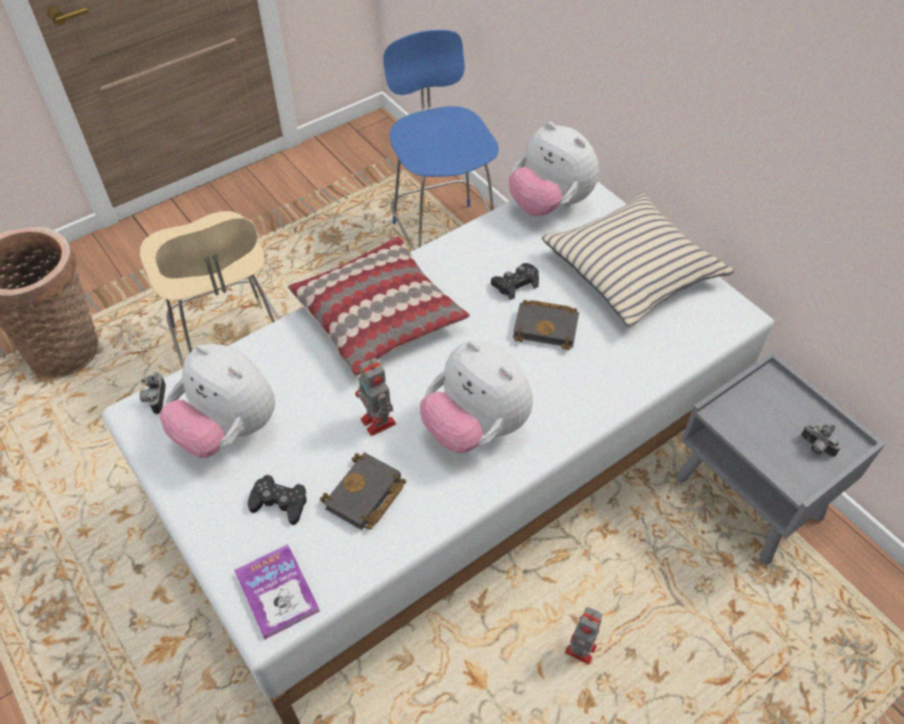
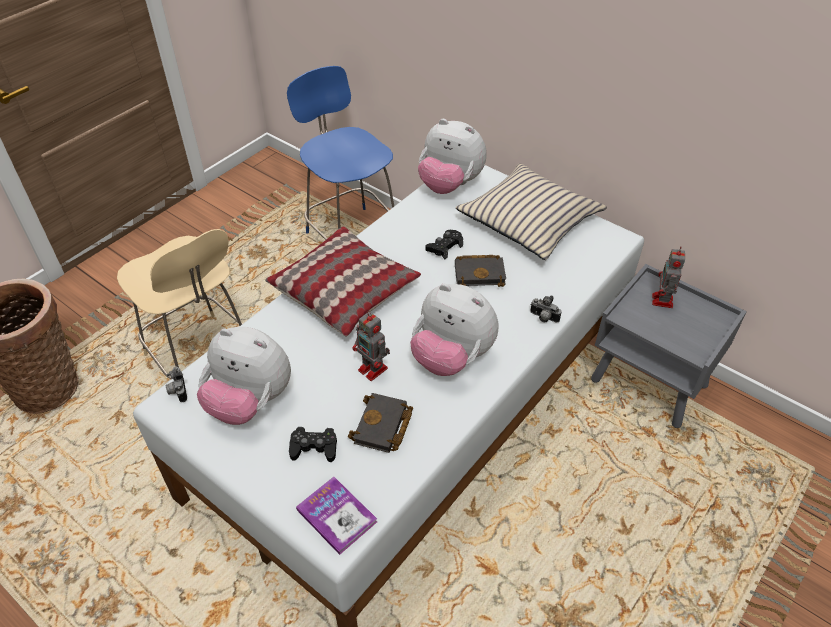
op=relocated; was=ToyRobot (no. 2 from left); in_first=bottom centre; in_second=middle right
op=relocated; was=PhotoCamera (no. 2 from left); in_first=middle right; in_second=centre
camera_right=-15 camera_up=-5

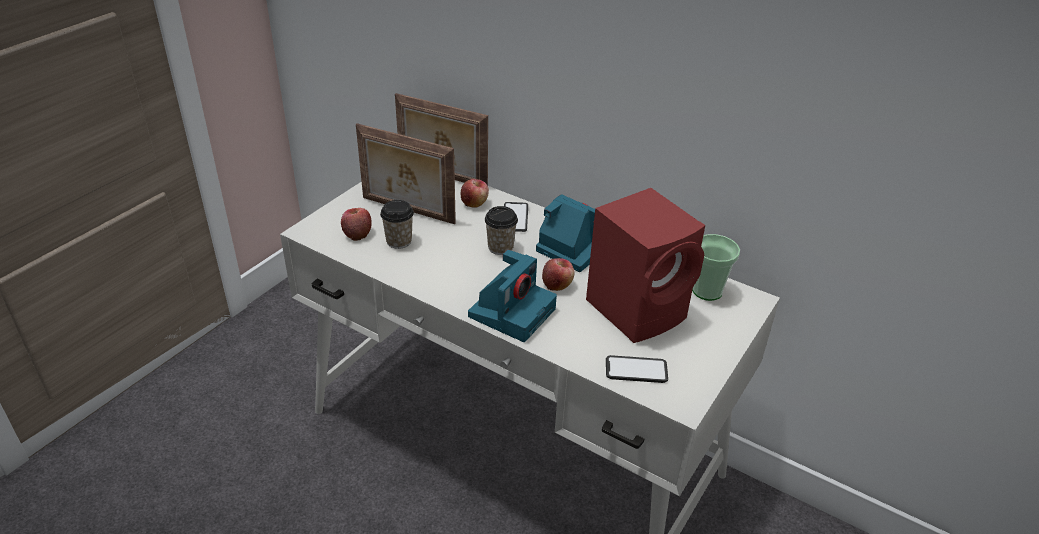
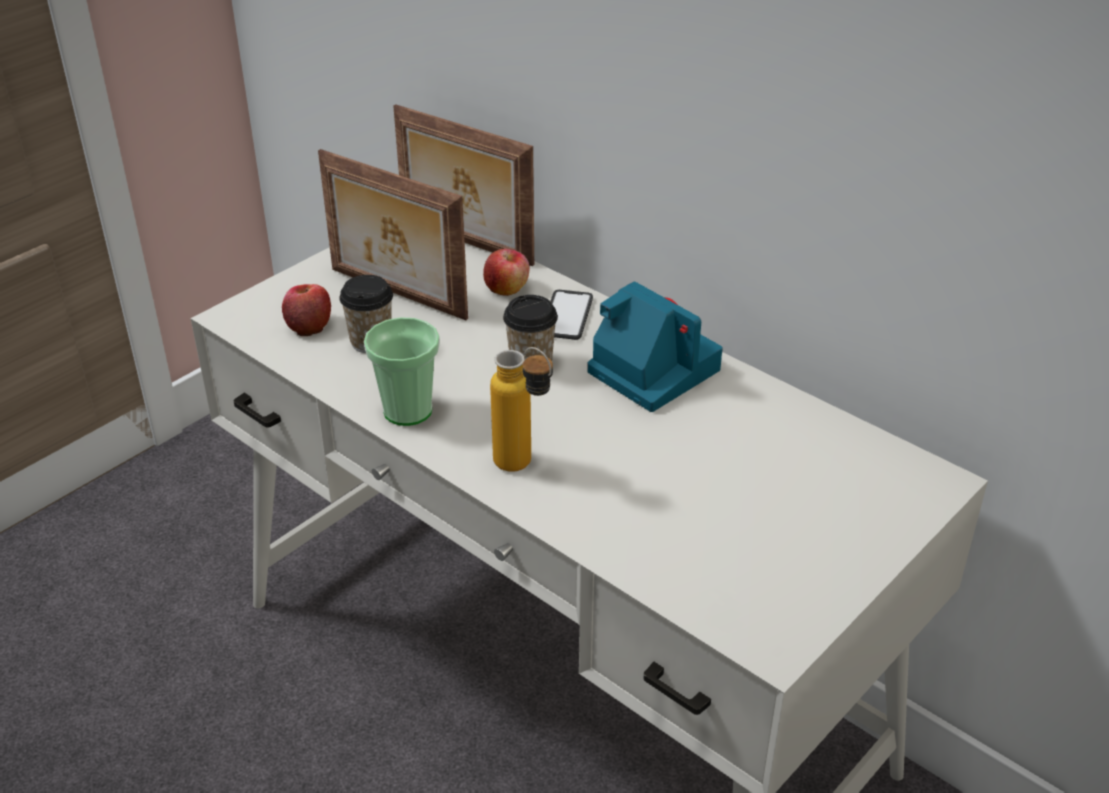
op=missing; was=Apple (no. 3 from left); in_first=centre
op=missing; was=RedSpeaker; in_first=centre
op=missing; was=Phone (no. 2 from left); in_first=bottom centre
op=relocated; was=Cup (no. 3 from left in the first image); now=Cup (no. 2 from left); in_first=middle right; in_second=centre
op=exchanged; was=PhotoCamera (no. 1 from left); now=Bottle; in_first=centre; in_second=centre
camera_right=10 camera_up=0

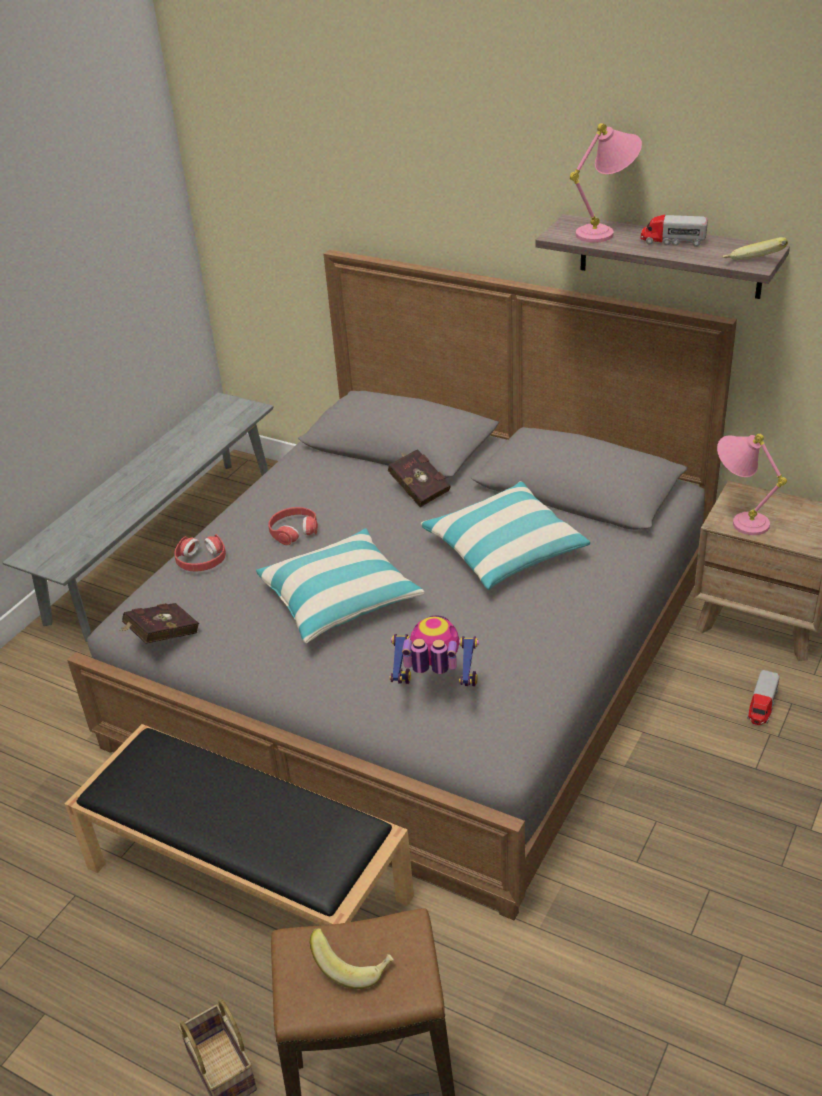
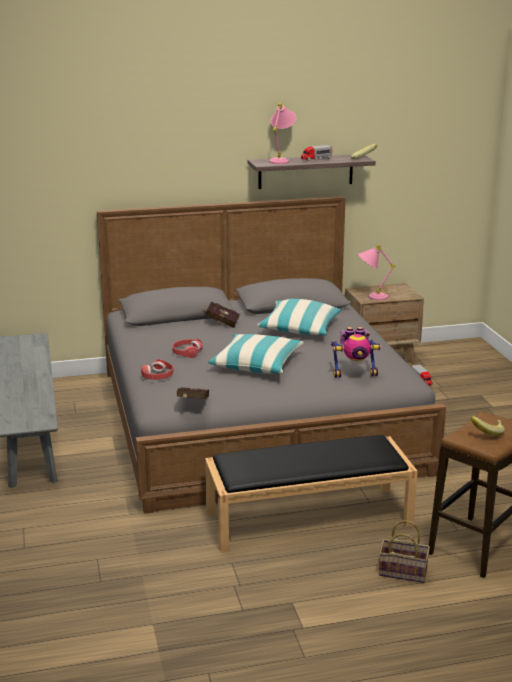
op=spun; was=ToyRobot; in_first=centre; in_second=middle right; clockwise=-150
camera_right=-45 camera_up=-15

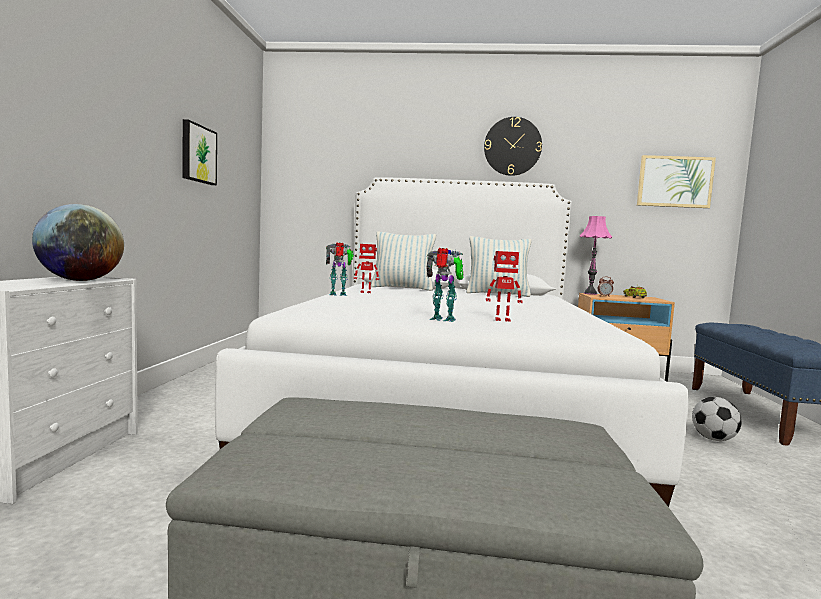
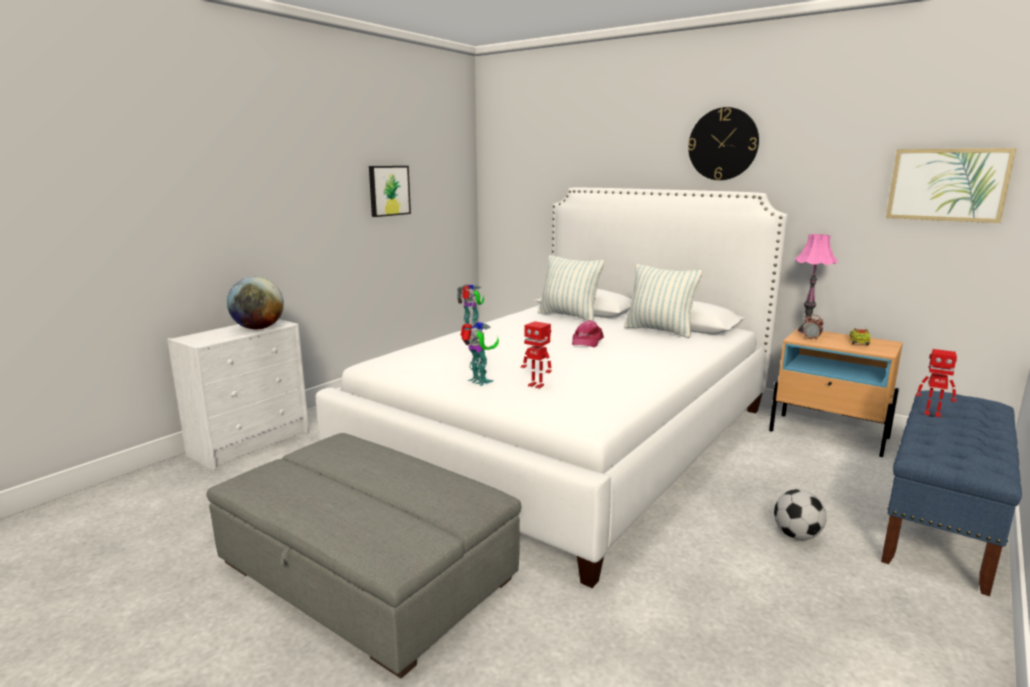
op=appeared; now=PinkCap; in_second=centre
op=relocated; was=ToyRobot (no. 2 from left in the first image); now=ToyRobot (no. 4 from left); in_first=centre; in_second=middle right
camera_right=30 camera_up=10

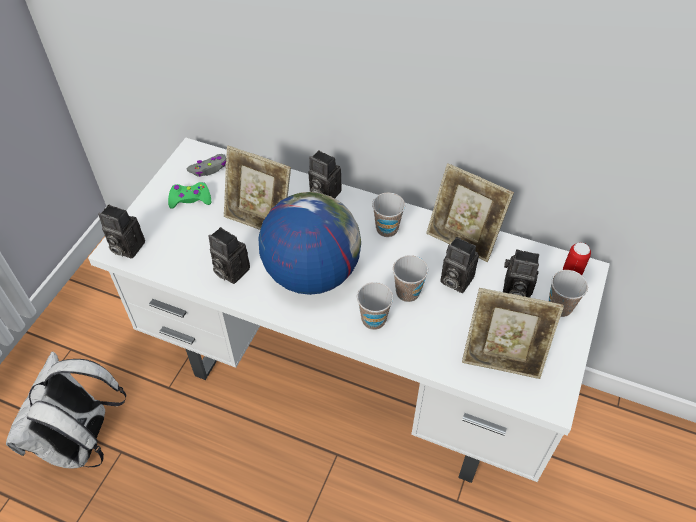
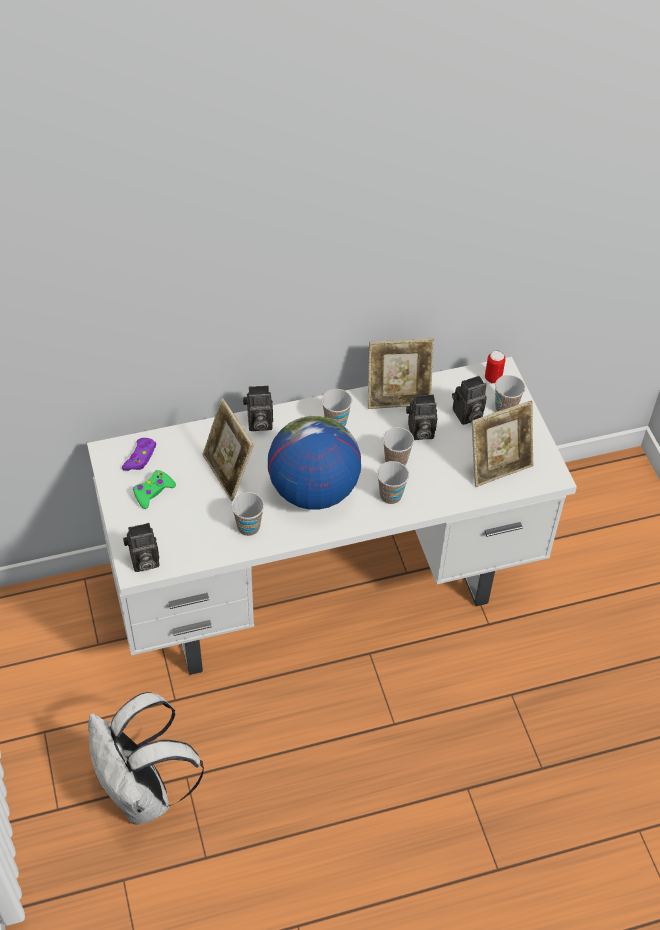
op=exchanged; was=PhotoCamera (no. 2 from left); now=Cup (no. 1 from left); in_first=middle left; in_second=centre
op=colour; was=GreyGameController; now=PurpleGameController; in_first=top left; in_second=middle left
op=spun; was=PictureFrame (no. 1 from left); in_first=centre; in_second=centre; clockwise=75
camera_right=-40 camera_up=0

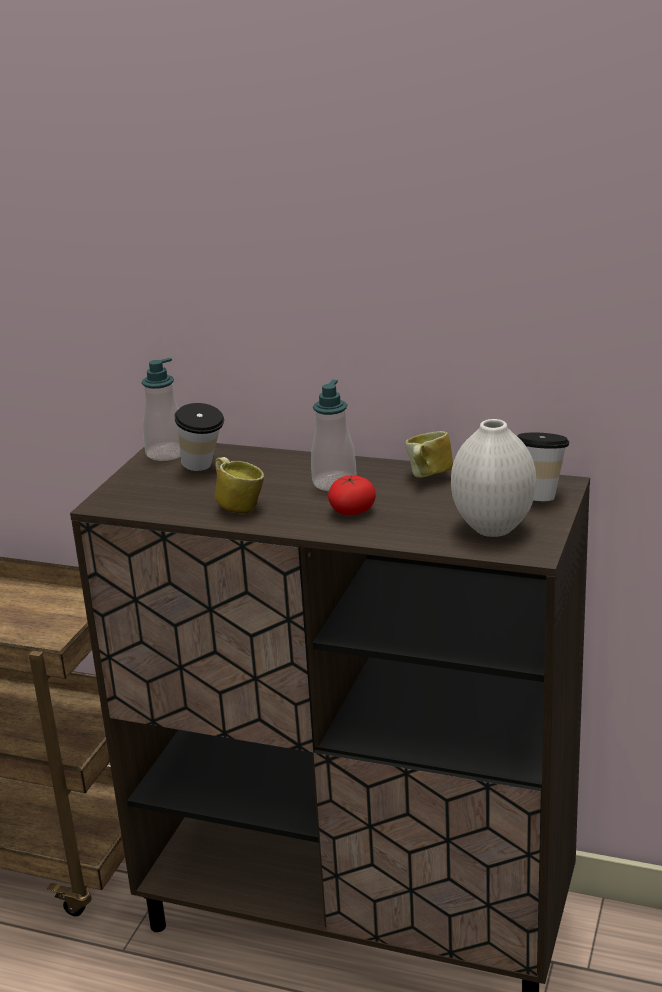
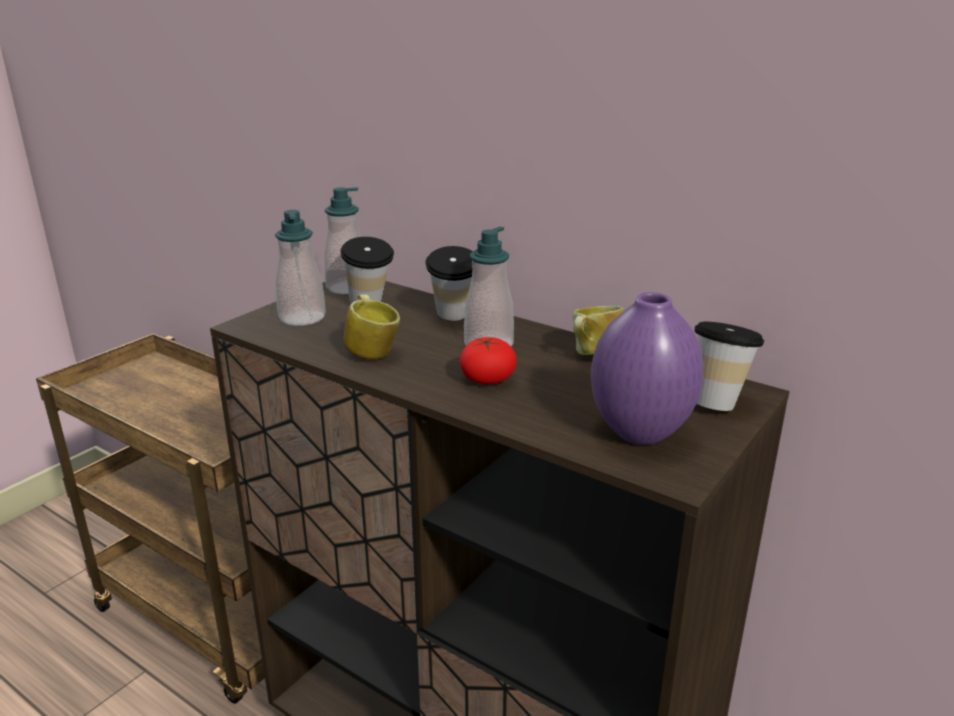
op=appeared; now=SoapDispenser (no. 1 from left); in_second=middle left
op=appeared; now=Cup (no. 2 from left); in_second=centre
op=colour; was=WhiteVase; now=PurpleVase; in_first=middle right; in_second=middle right
camera_right=15 camera_up=0

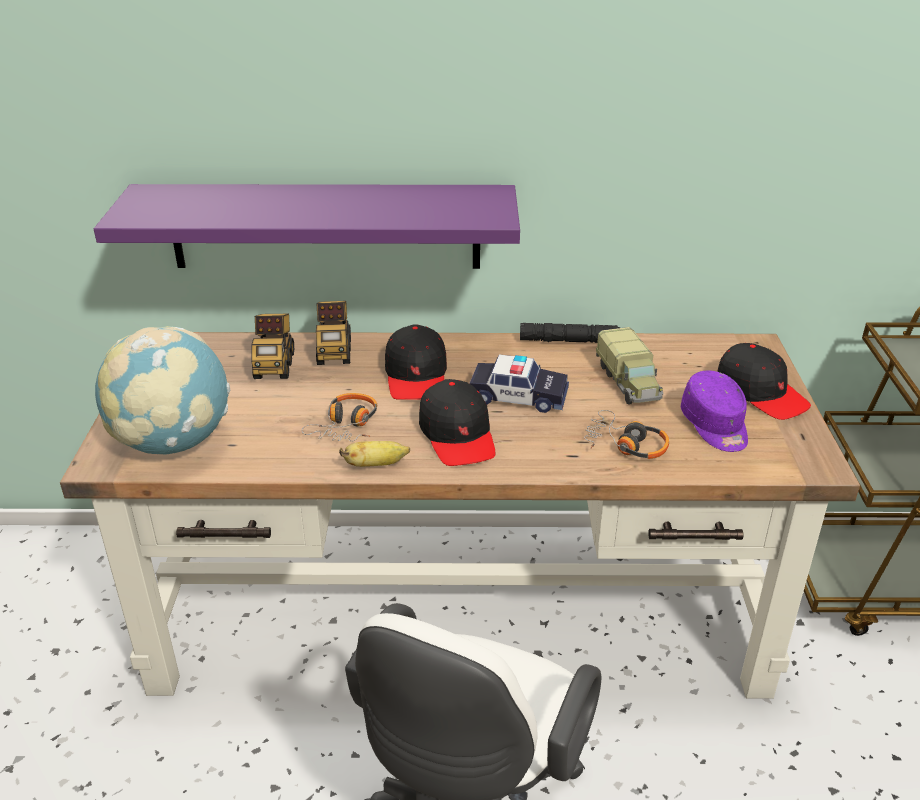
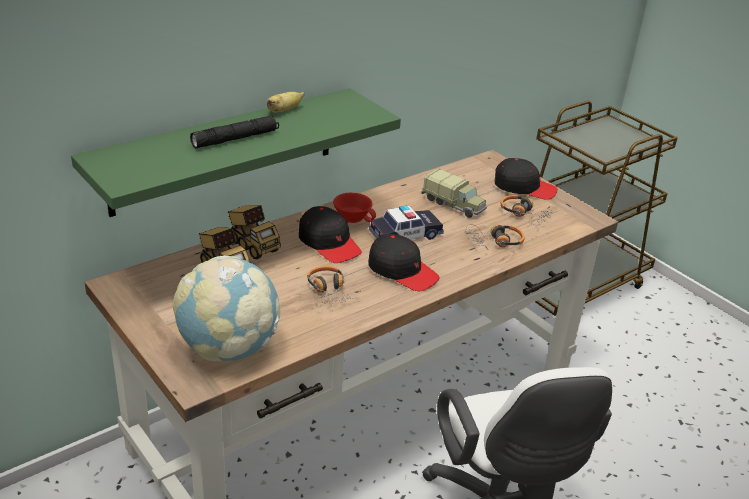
op=appeared; now=RedCup; in_second=centre
op=relocated; was=Banana; in_first=centre; in_second=top centre
op=relocated; was=BlackFlashlight; in_first=centre; in_second=top left
op=exchanged; was=PurpleCap; now=Headphones (no. 3 from left); in_first=middle right; in_second=middle right
op=colour; was=PurpleShelf; now=GreenShelf; in_first=top centre; in_second=top left
camera_right=-40 camera_up=0

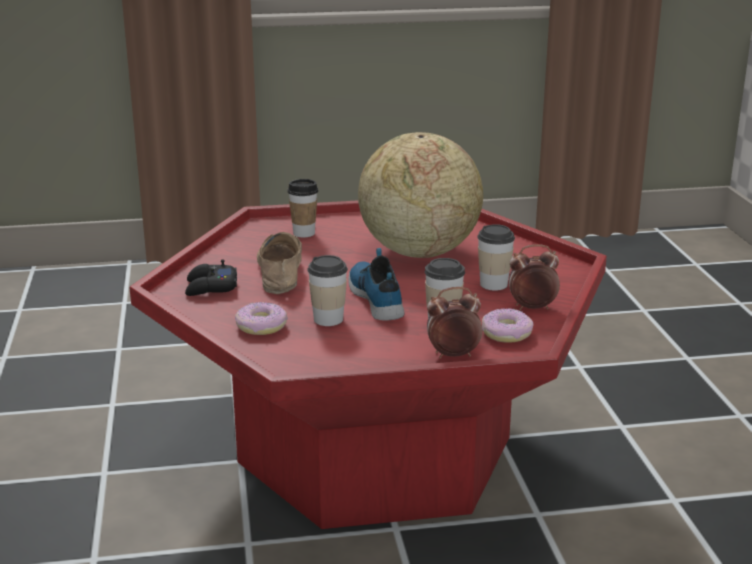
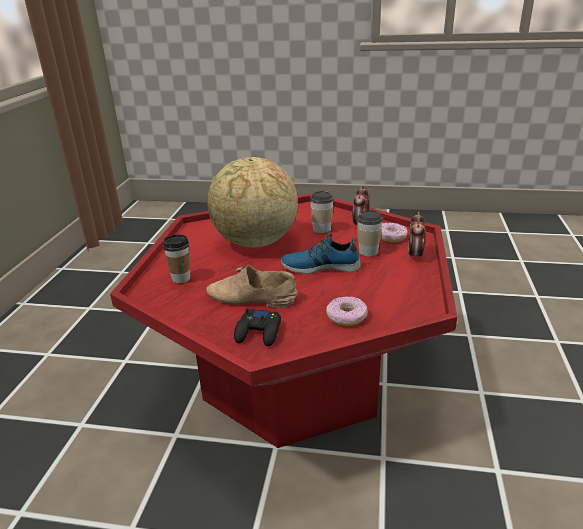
op=missing; was=Cup (no. 2 from left); in_first=centre
camera_right=-70 camera_up=5

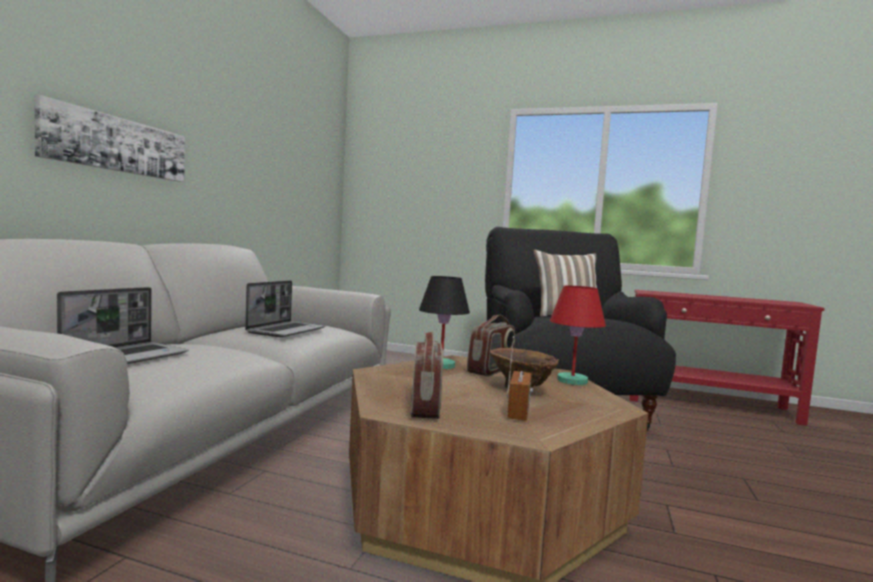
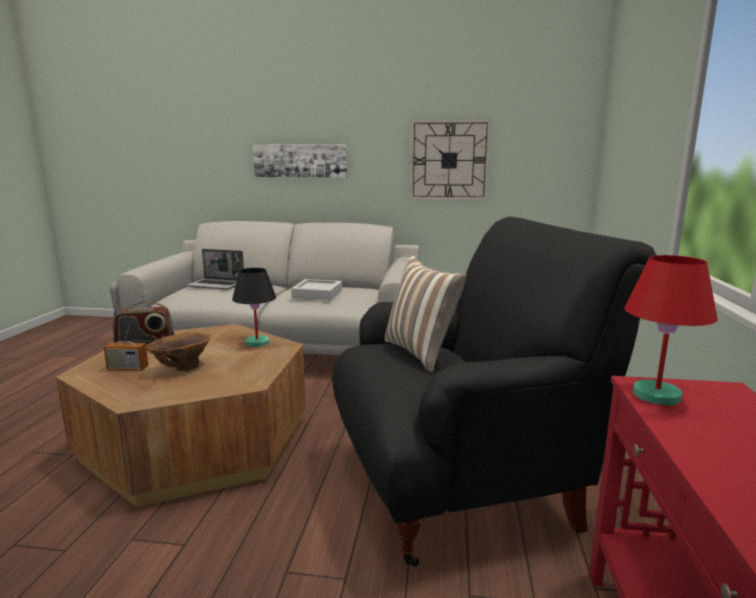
op=missing; was=Radio (no. 2 from left); in_first=centre
op=appeared; now=WallClock; in_second=top centre
op=relocated; was=RedTableLamp; in_first=centre; in_second=middle right
op=exchanged; was=Laptop (no. 2 from left); now=GreyTray; in_first=middle left; in_second=centre
camera_right=80 camera_up=10

